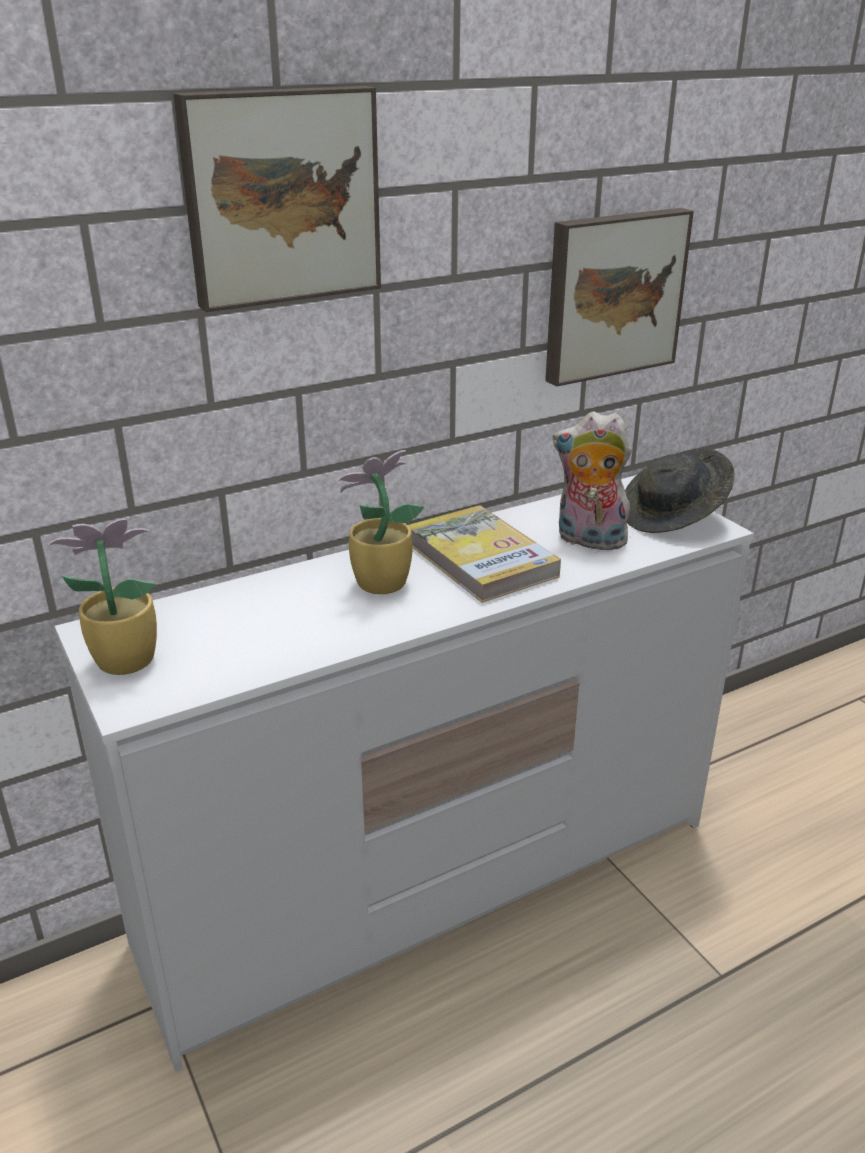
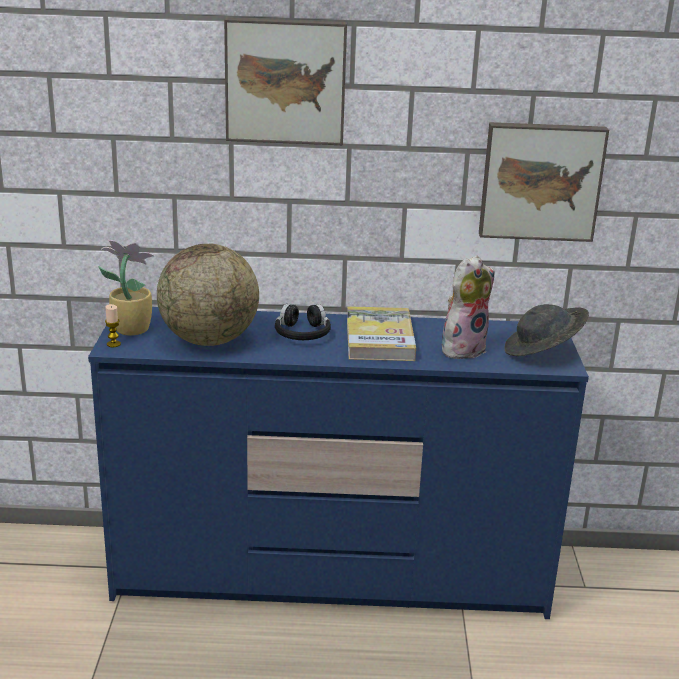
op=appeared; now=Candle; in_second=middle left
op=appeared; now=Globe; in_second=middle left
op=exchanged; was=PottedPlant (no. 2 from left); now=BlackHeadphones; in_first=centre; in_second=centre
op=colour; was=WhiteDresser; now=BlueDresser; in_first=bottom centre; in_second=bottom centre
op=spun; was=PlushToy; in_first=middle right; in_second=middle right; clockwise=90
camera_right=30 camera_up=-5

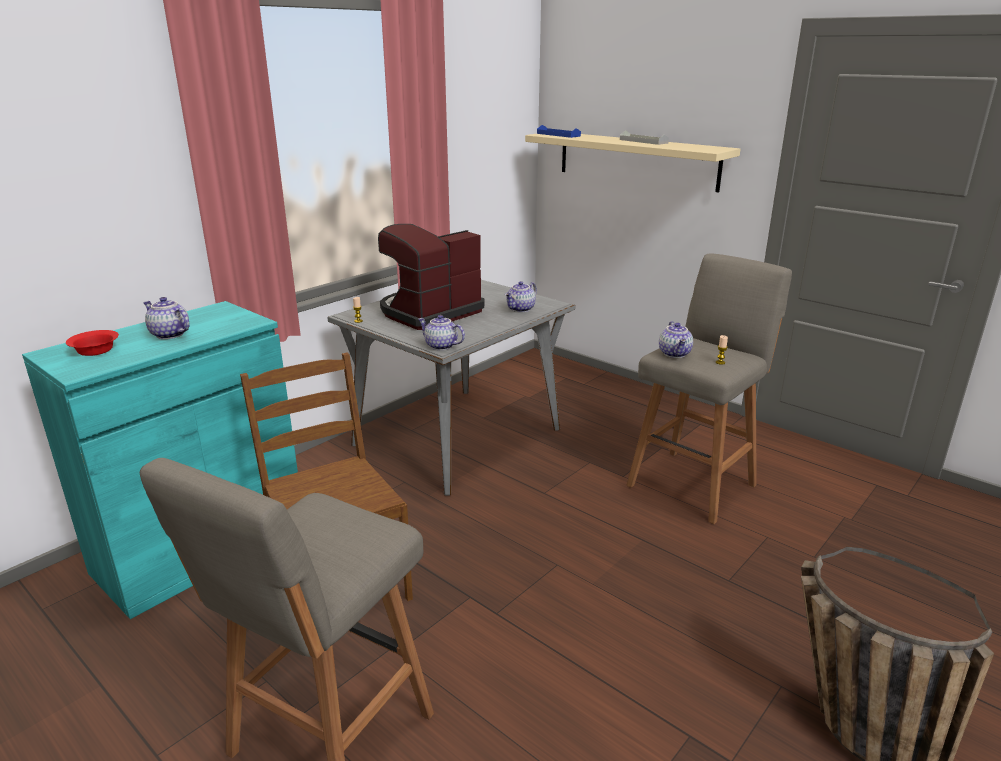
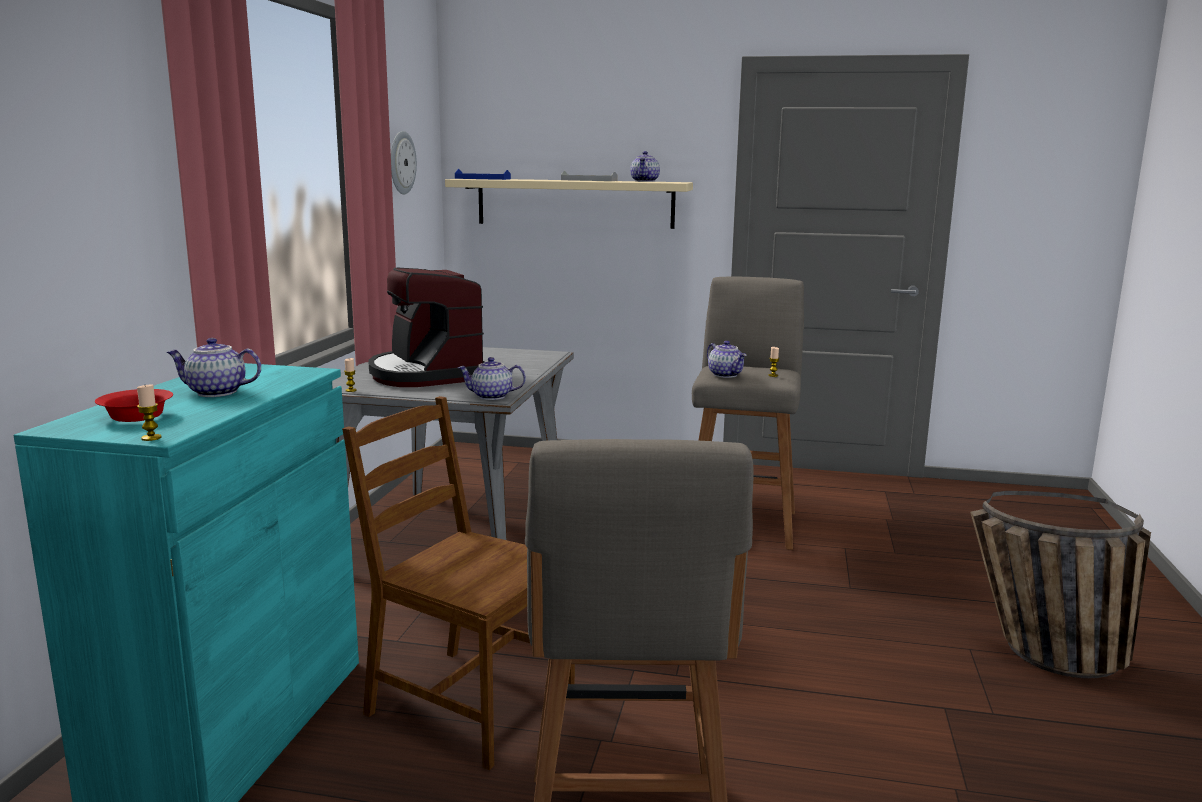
op=appeared; now=Candle (no. 1 from left); in_second=middle left
op=appeared; now=WallClock; in_second=top centre
op=relocated; was=Teapot (no. 3 from left); in_first=centre; in_second=top centre
op=spun; was=CoffeeMachine; in_first=centre; in_second=centre; clockwise=-45
camera_right=-30 camera_up=-10

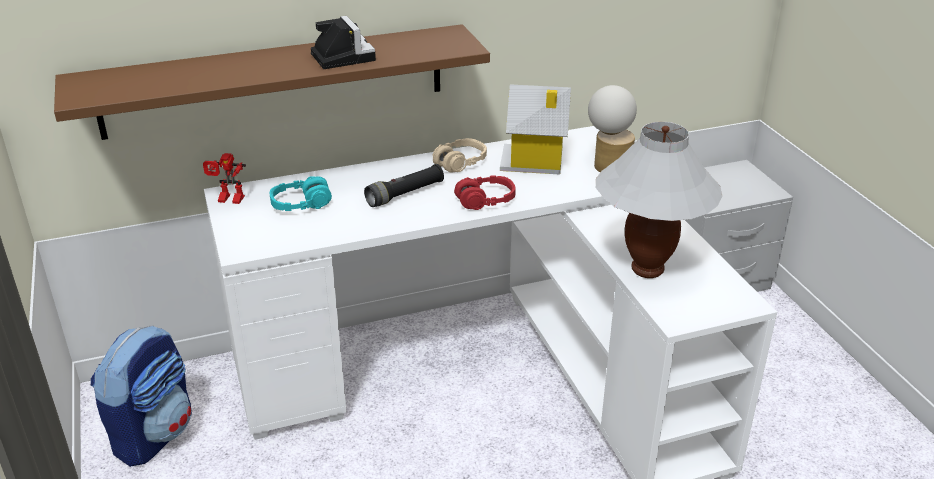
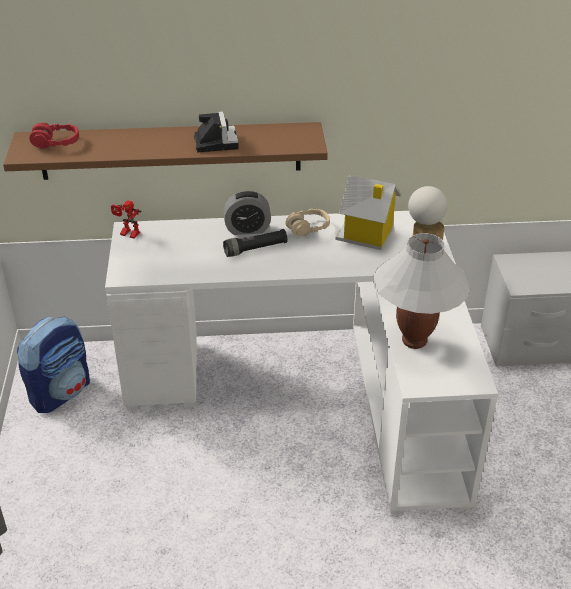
op=missing; was=TurquoiseHeadphones; in_first=middle left
op=appeared; now=AlarmClock; in_second=centre
op=relocated; was=RedHeadphones; in_first=centre; in_second=top left
camera_right=15 camera_up=5

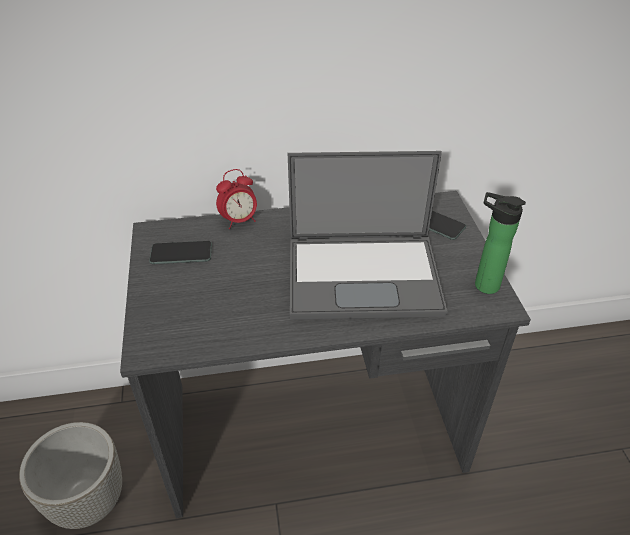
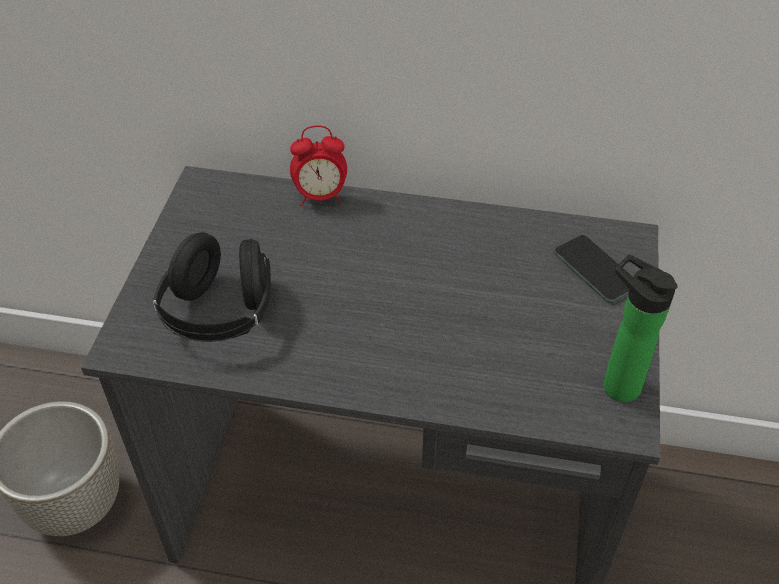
op=missing; was=Phone (no. 1 from left); in_first=middle left
op=missing; was=Laptop; in_first=centre
op=appeared; now=BlackHeadphones; in_second=middle left
camera_right=20 camera_up=5

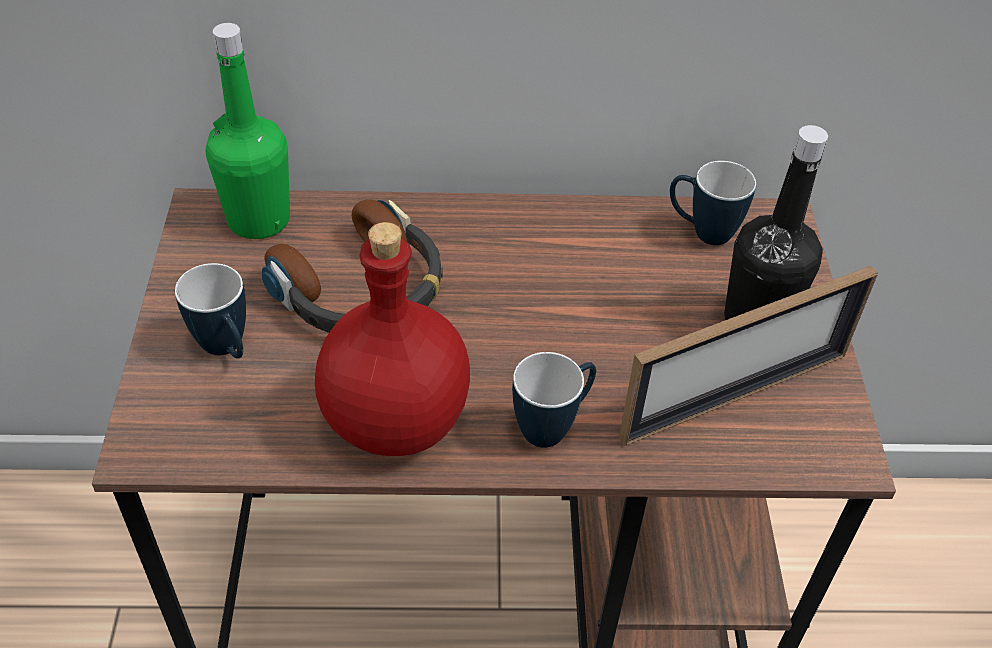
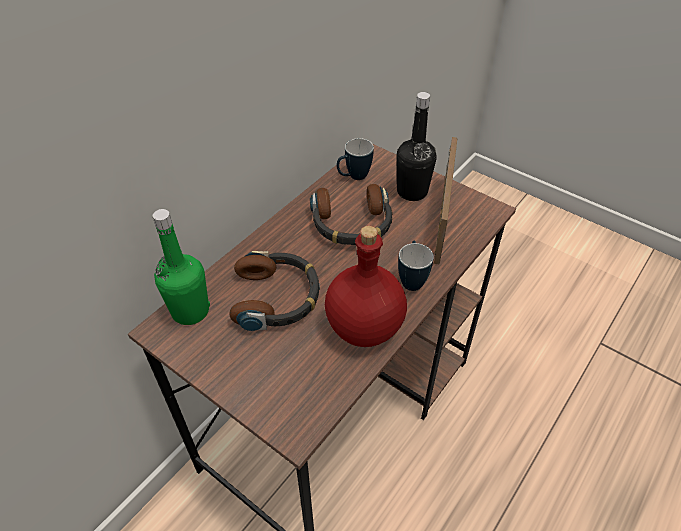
op=missing; was=Mug (no. 1 from left); in_first=middle left
op=appeared; now=Headphones (no. 2 from left); in_second=centre
camera_right=-50 camera_up=0

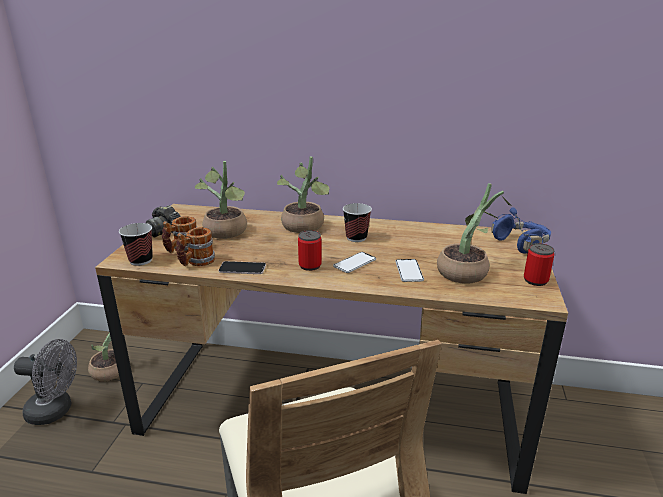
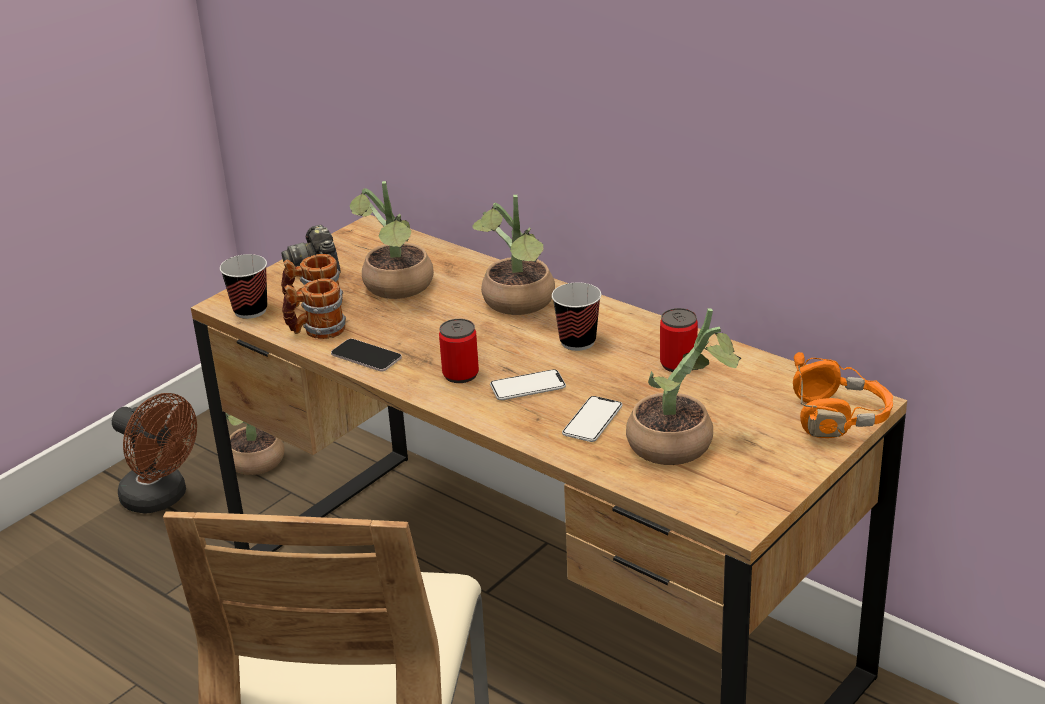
op=relocated; was=Can (no. 2 from left); in_first=middle right; in_second=centre
op=colour; was=GreyFan; now=BrownFan; in_first=bottom left; in_second=middle left
op=colour; was=BlueHeadphones; now=OrangeHeadphones; in_first=middle right; in_second=middle right
camera_right=30 camera_up=5

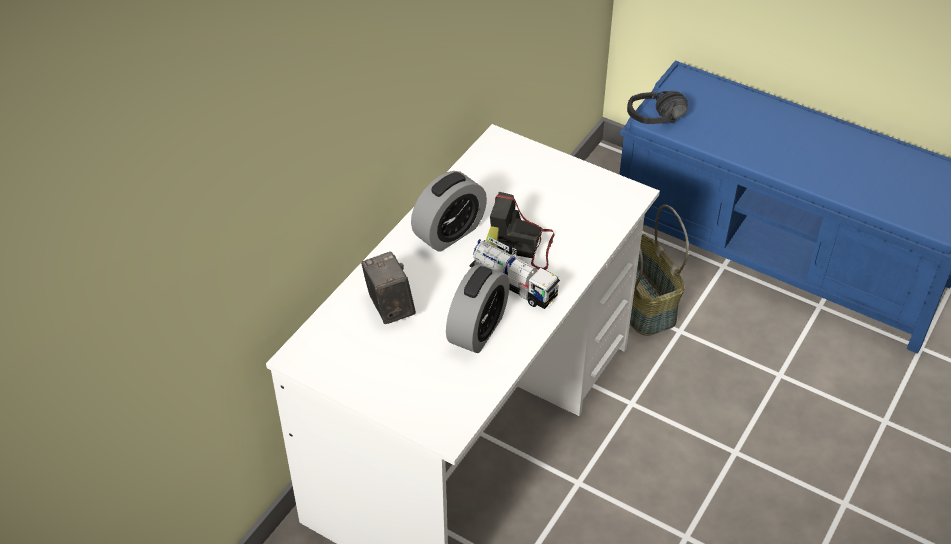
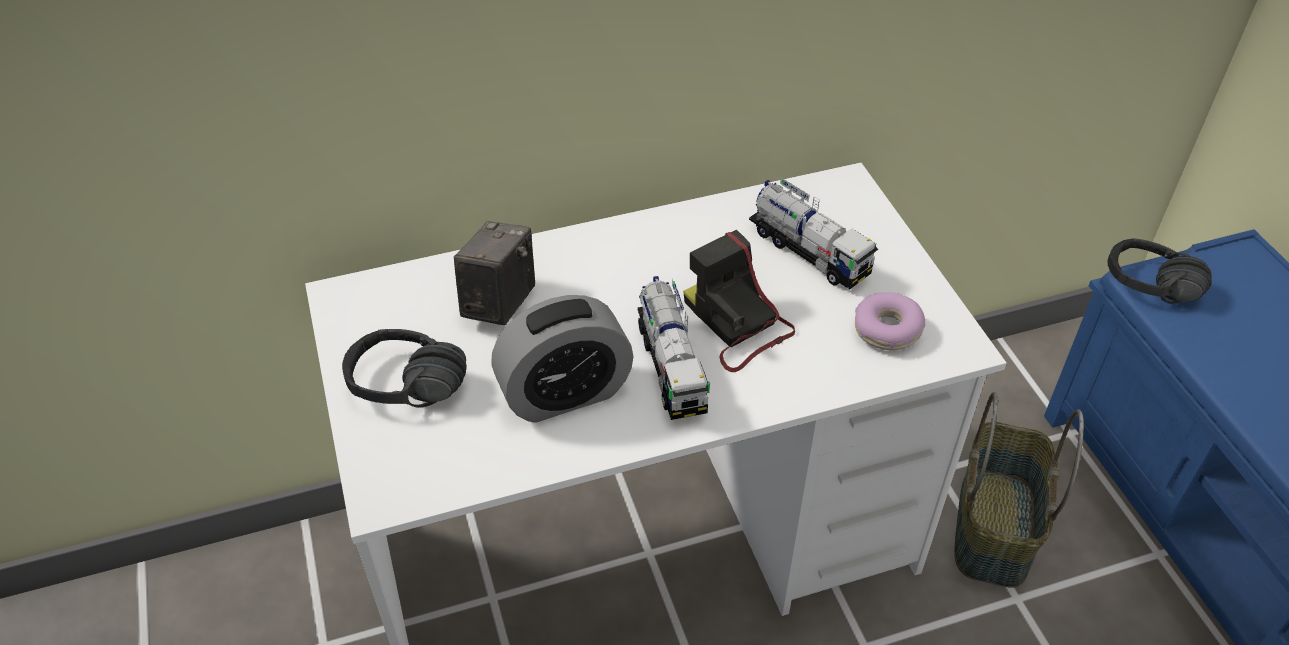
op=missing; was=AlarmClock (no. 1 from left); in_first=centre
op=appeared; now=BlackHeadphones (no. 1 from left); in_second=middle left
op=appeared; now=ToyTruck (no. 2 from left); in_second=centre
op=appeared; now=Donut; in_second=middle right
camera_right=40 camera_up=0

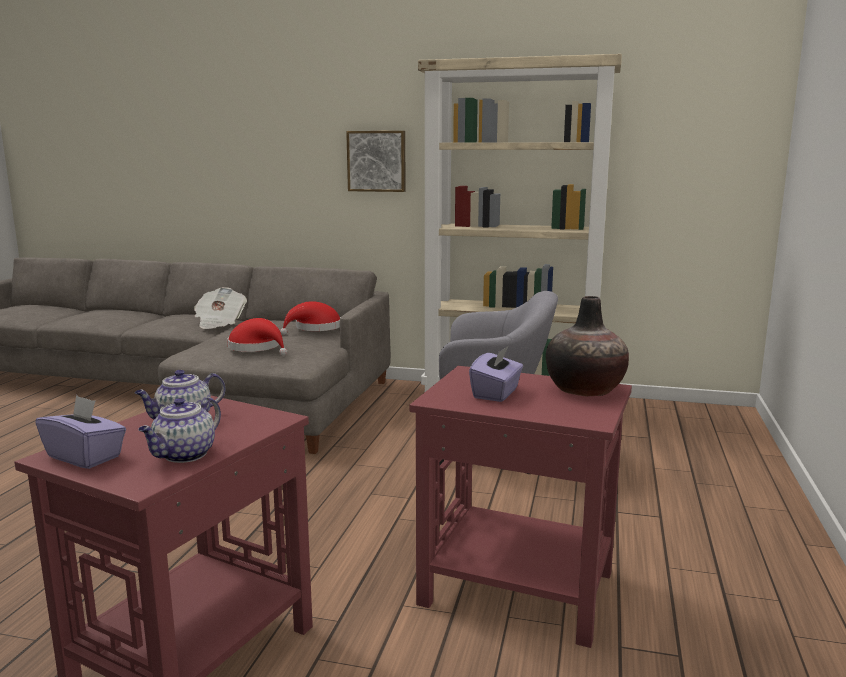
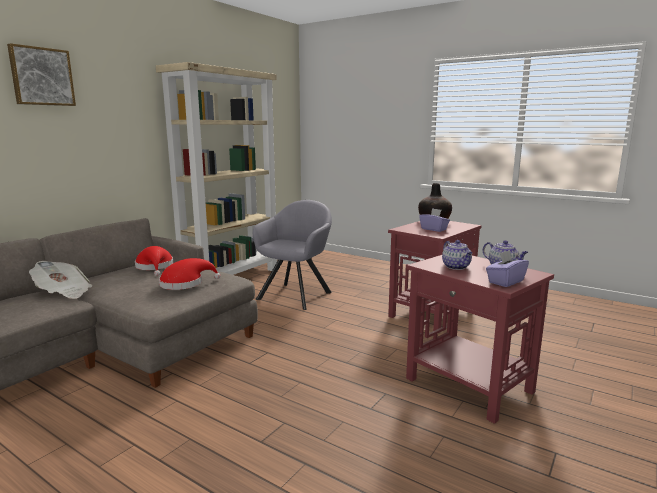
op=relocated; was=Picture; in_first=top centre; in_second=top left
camera_right=-70 camera_up=0

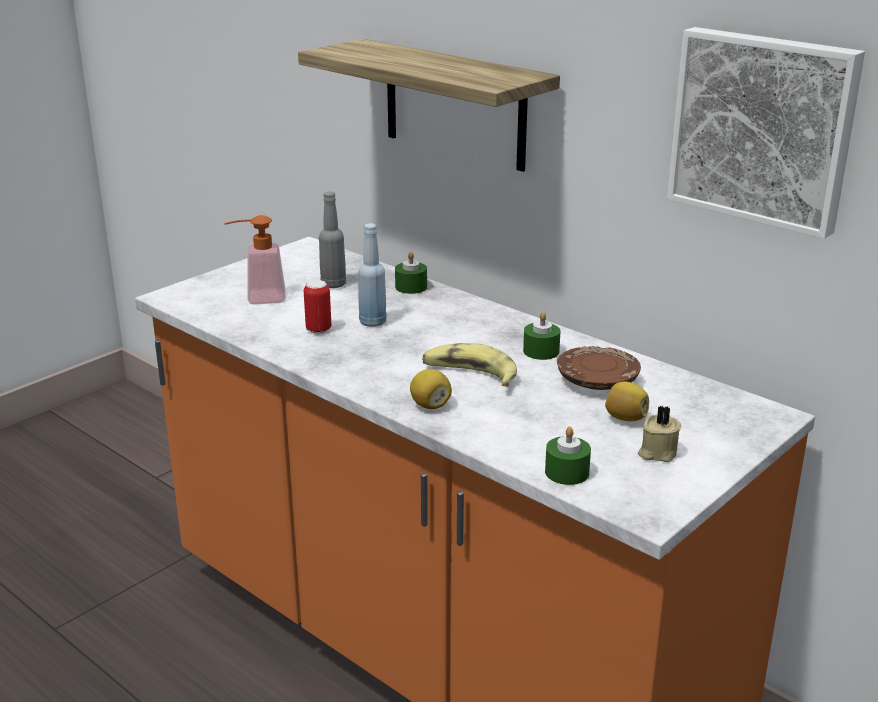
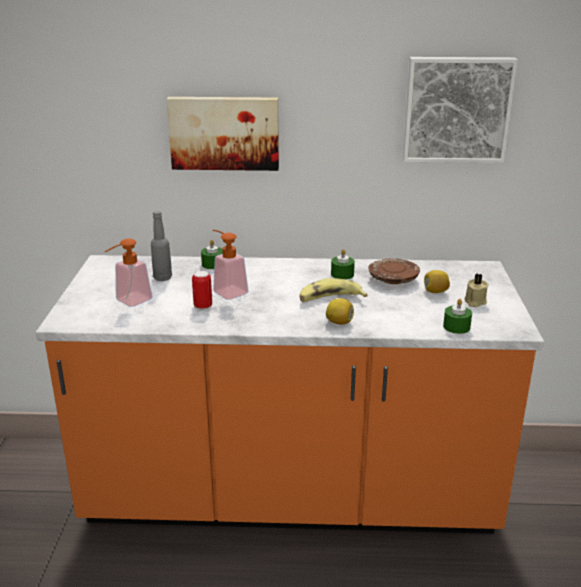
op=exchanged; was=Shelf; now=Picture (no. 1 from left); in_first=top centre; in_second=top centre
op=exchanged; was=BlueBottle; now=SoapDispenser (no. 2 from left); in_first=centre; in_second=centre
camera_right=-40 camera_up=0

